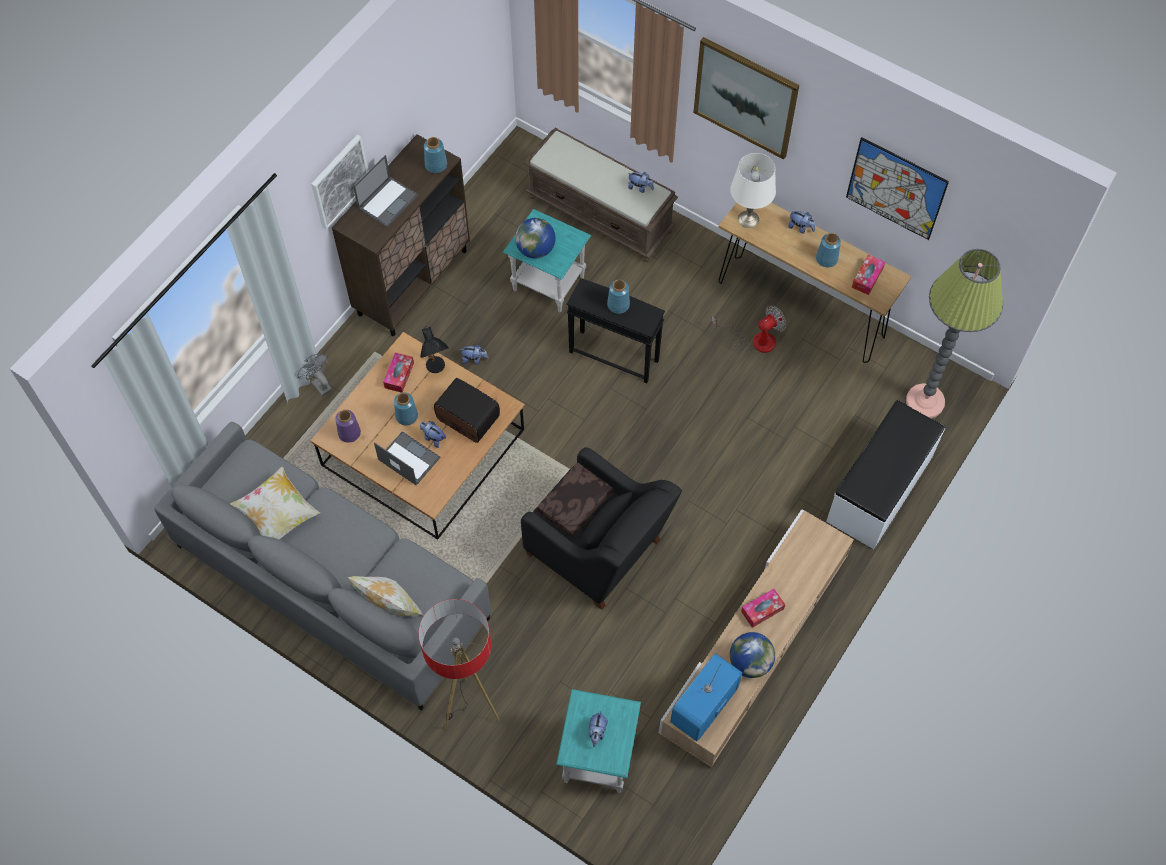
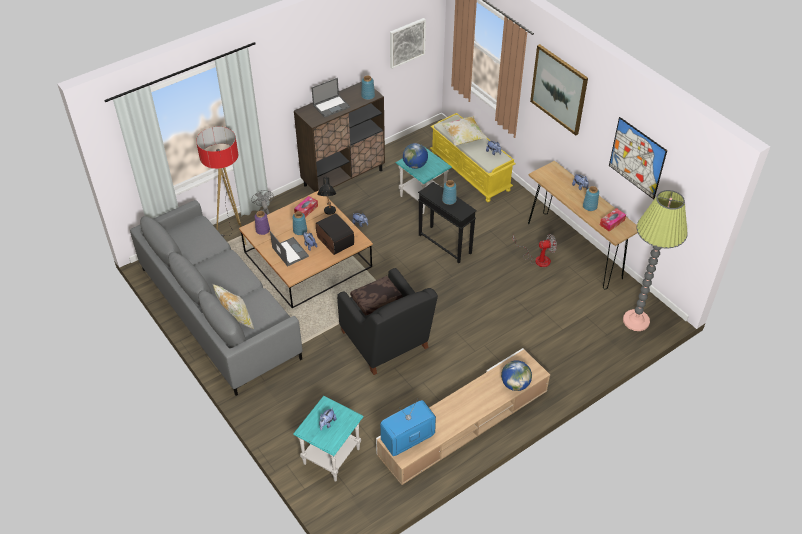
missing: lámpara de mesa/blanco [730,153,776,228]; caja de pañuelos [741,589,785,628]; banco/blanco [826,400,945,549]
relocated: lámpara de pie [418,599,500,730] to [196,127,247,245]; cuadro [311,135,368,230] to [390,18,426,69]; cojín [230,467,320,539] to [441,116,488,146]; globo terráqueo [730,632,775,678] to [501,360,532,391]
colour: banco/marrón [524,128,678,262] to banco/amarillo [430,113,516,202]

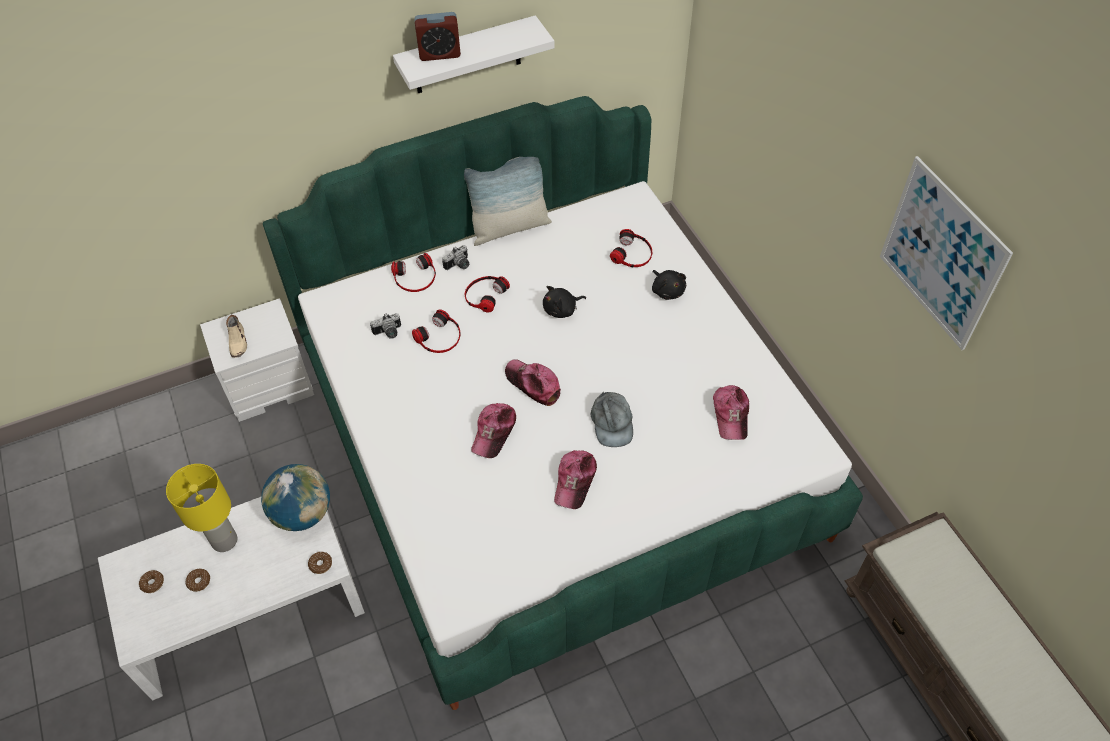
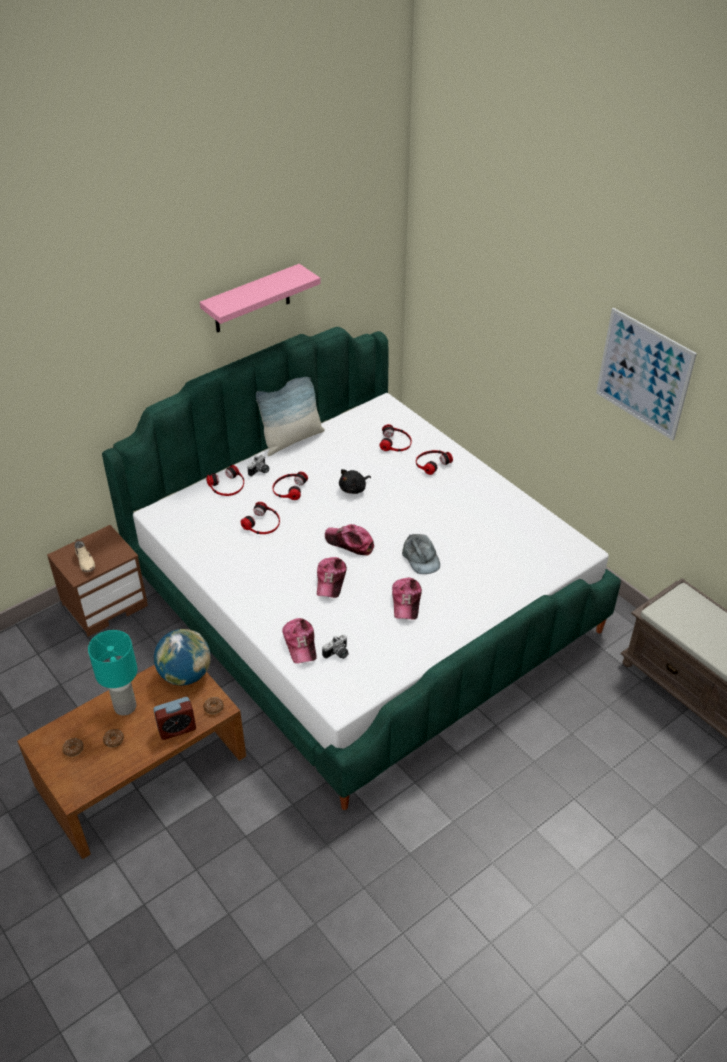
relocated: despertador [414,12,461,61] to [153,697,196,740]; gorra [713,385,749,440] to [282,618,317,664]; cámara [370,313,401,339] to [322,634,349,659]
exchanged: peluche/negro [652,270,686,300] to auriculares [416,450,453,475]
colour: mesa de centro/blanco [98,497,365,700] to mesa de centro/marrón [17,665,246,859]; mesita de noche/blanco [200,298,314,422] to mesita de noche/marrón [47,525,148,637]; lámpara de mesa/amarillo [166,464,237,552] to lámpara de mesa/turquesa [88,630,137,715]; estante/blanco [393,15,554,93] to estante/rosa [200,264,321,333]

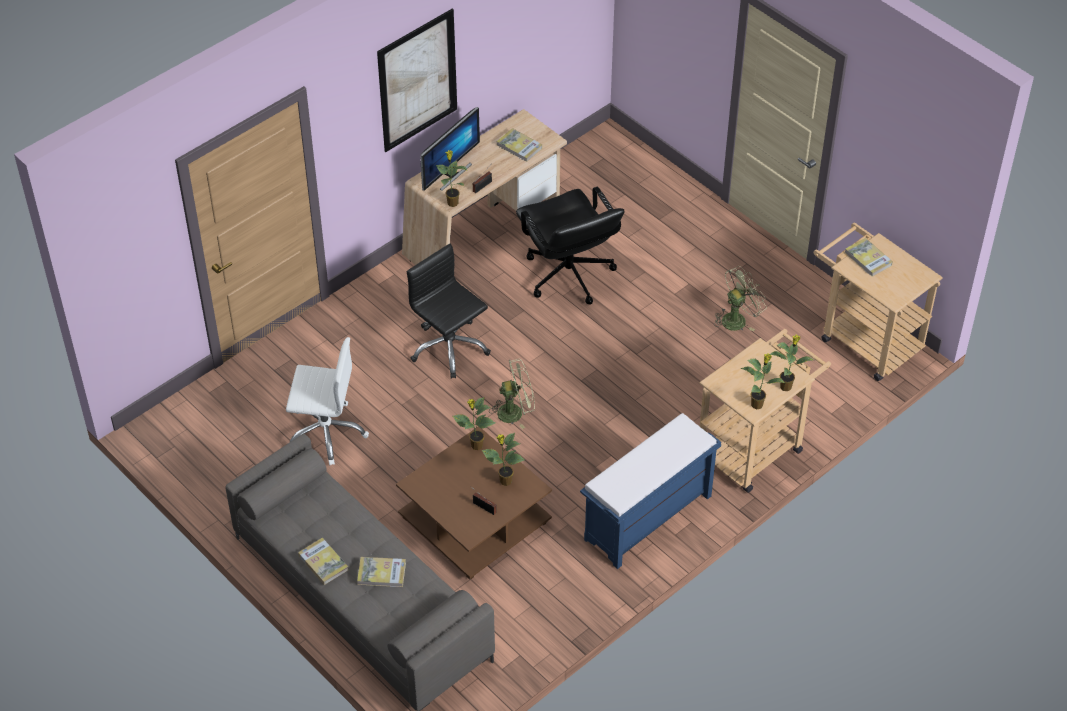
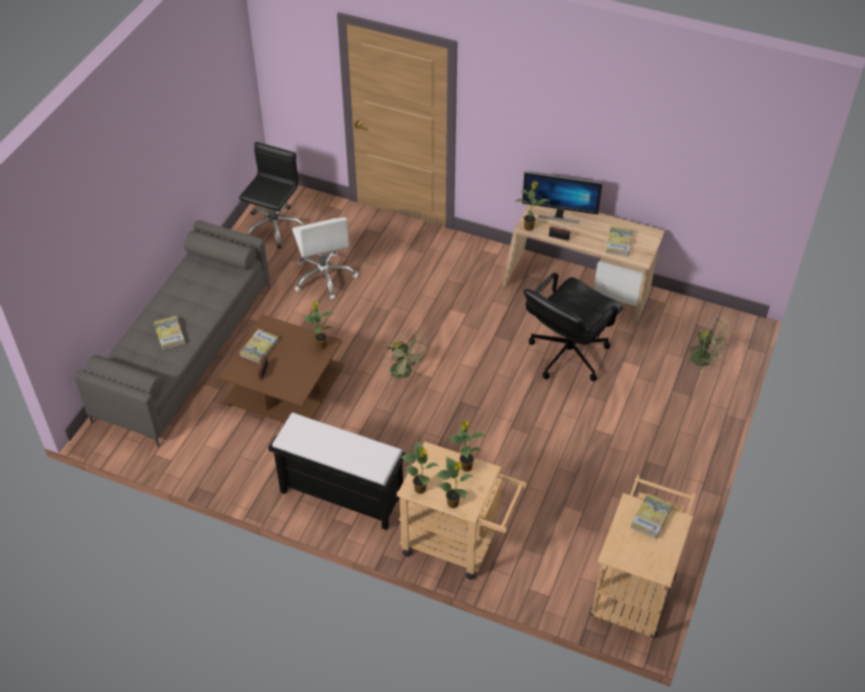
missing: cuadro [377,8,457,152]
relocated: silla de oficina/negro [407,243,491,379] to [239,142,304,249]; libro [298,538,348,585] to [239,329,279,364]; planta en maceta [482,433,525,486] to [449,421,485,472]; ventilador/verde [714,266,767,331] to [688,316,730,374]
colour: banco/azul [580,413,721,569] to banco/negro [268,412,407,530]

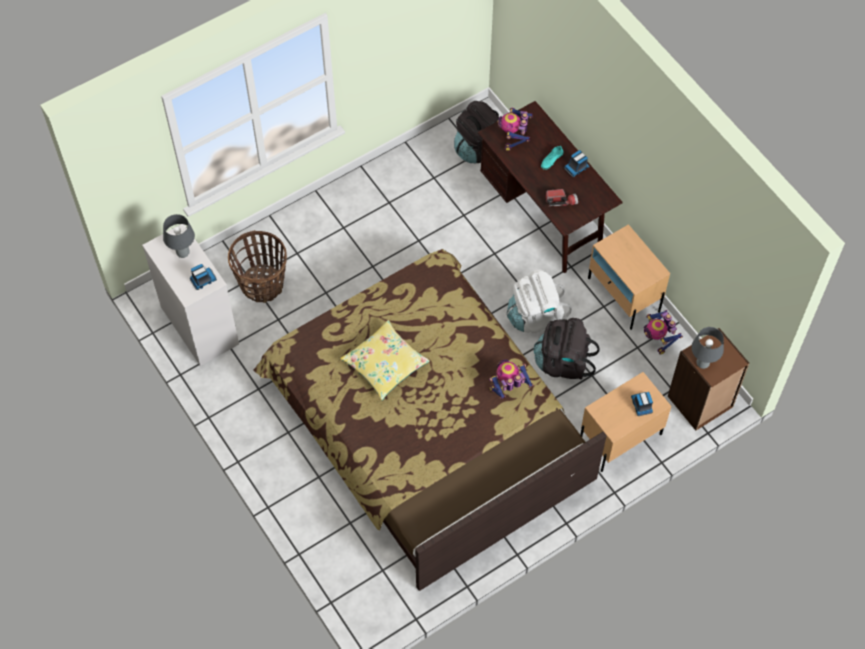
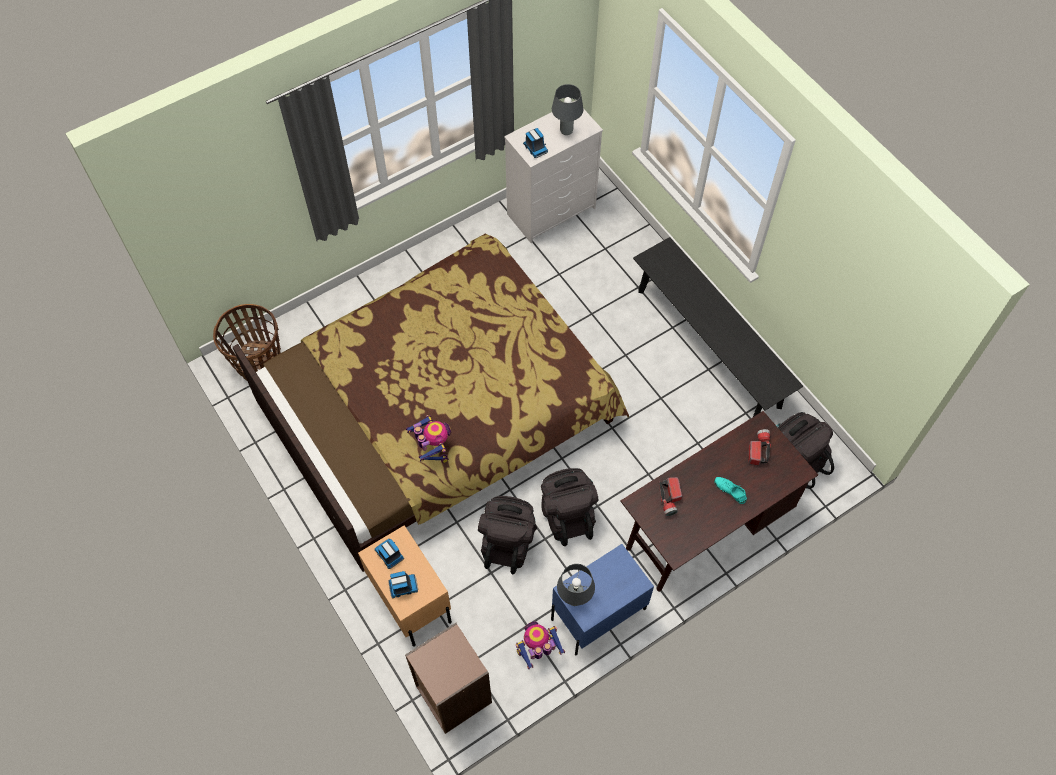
missing: cojín/amarillo [340,320,430,400]
appeared: banco/negro [633,237,803,417]
relocated: cesta [228,230,287,303] to [213,304,281,380]; camión de juguete [564,150,590,177] to [375,539,404,569]; lámpara de mesa/gris [691,327,724,369] to [557,564,595,606]
exchanged: robot de juguete [497,108,533,151] to linterna [748,429,771,465]
colour: mochila/blanco [507,270,572,333] to mochila/negro [541,468,598,546]; mesita de noche/beis [588,224,670,330] to mesita de noche/azul [551,544,654,655]

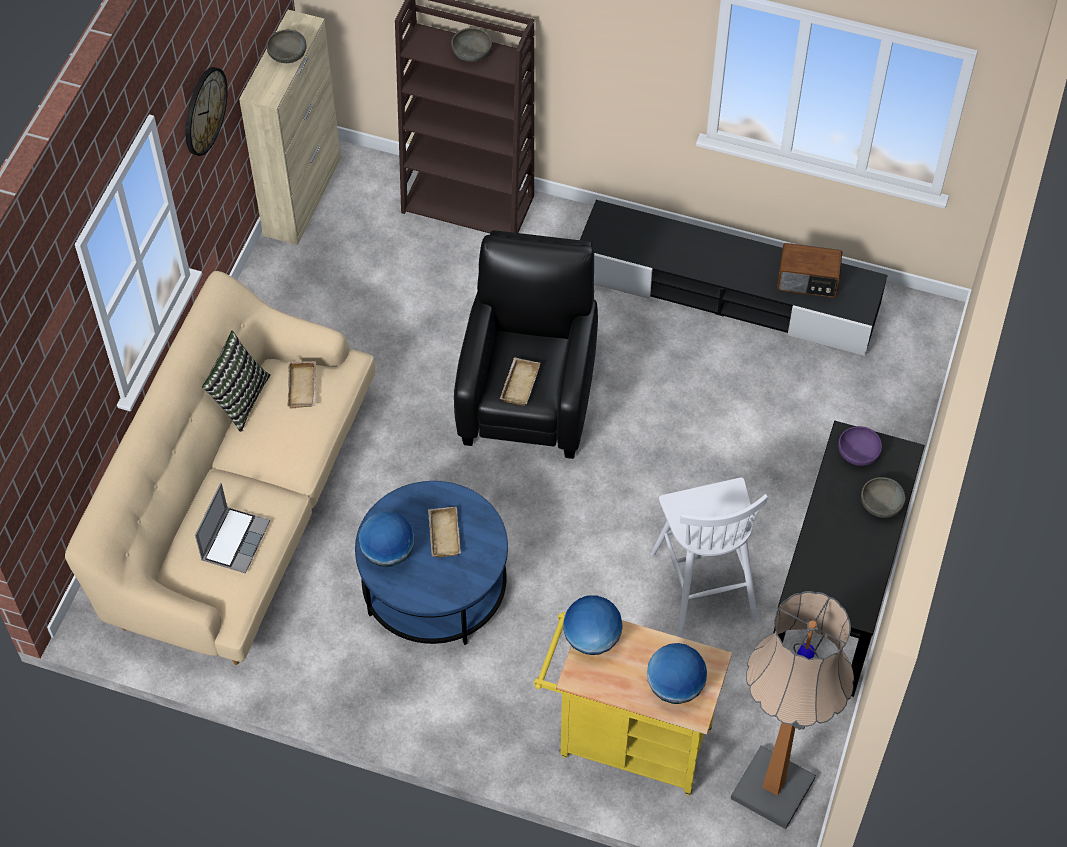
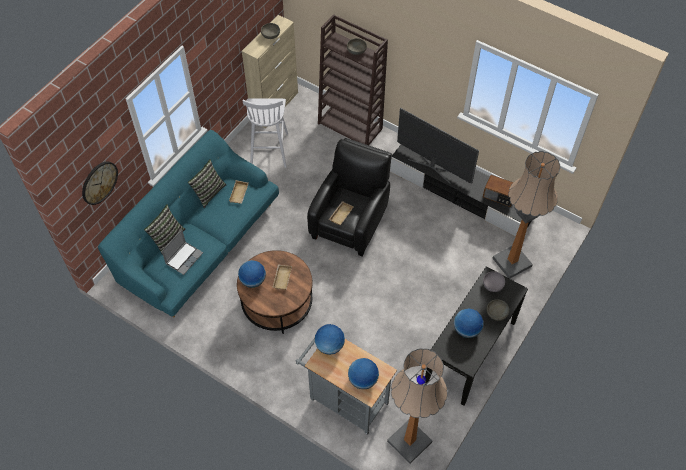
appeared: cojín [144,204,185,255]; televisor [397,108,479,184]; globo terráqueo [454,308,484,338]; lámpara de pie [492,151,560,279]
relocated: reloj de pared [185,67,228,156] to [82,161,118,205]; taburete/blanco [650,477,768,638] to [243,98,288,168]
colour: sofá/beis [65,271,376,665] to sofá/turquesa [98,130,279,318]; mesa de centro/azul [355,481,508,645] to mesa de centro/marrón [237,250,313,334]; carrito/amarillo [534,612,732,796] to carrito/gris [296,338,397,435]; cuenco/morado [838,426,882,466] to cuenco/gris [483,271,505,292]

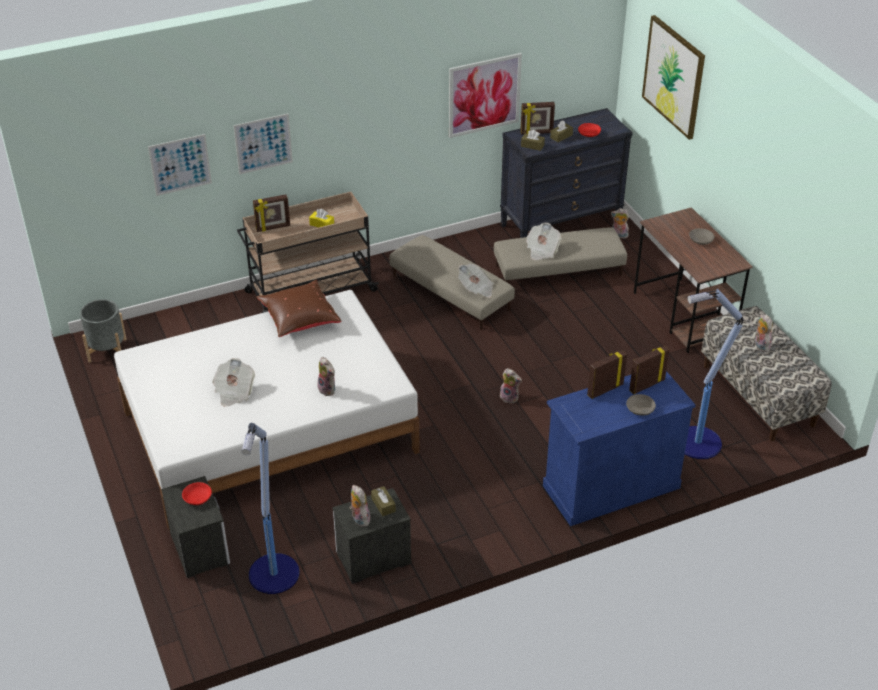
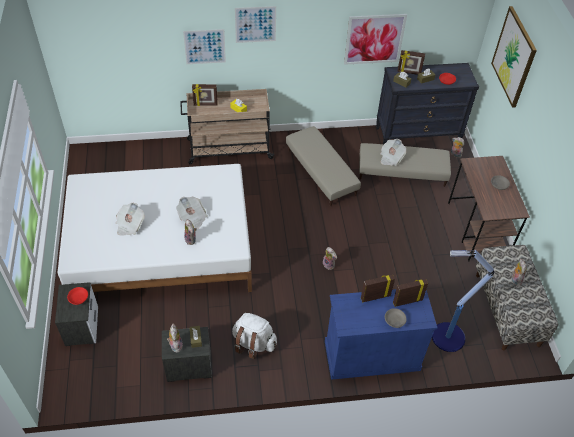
missing: maceta/gris [80,299,127,363]; lámpara de pie [241,423,300,594]; cojín/marrón [256,280,341,337]
appeared: mochila/blanco [232,313,277,359]
relocated: periódico [458,264,494,298] to [176,197,208,229]; cuadro [148,134,212,196] to [235,6,276,43]

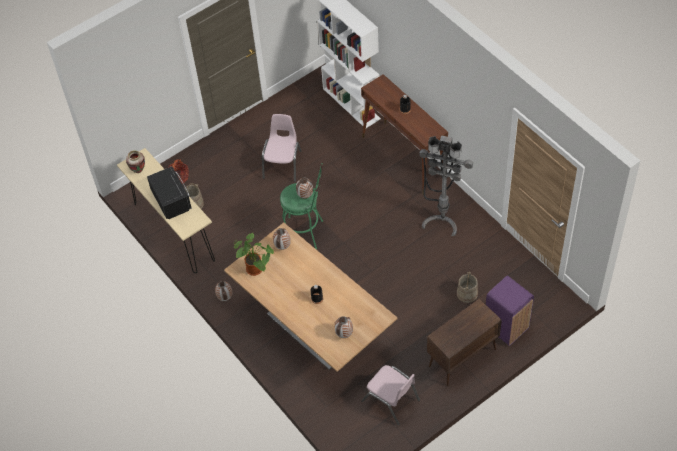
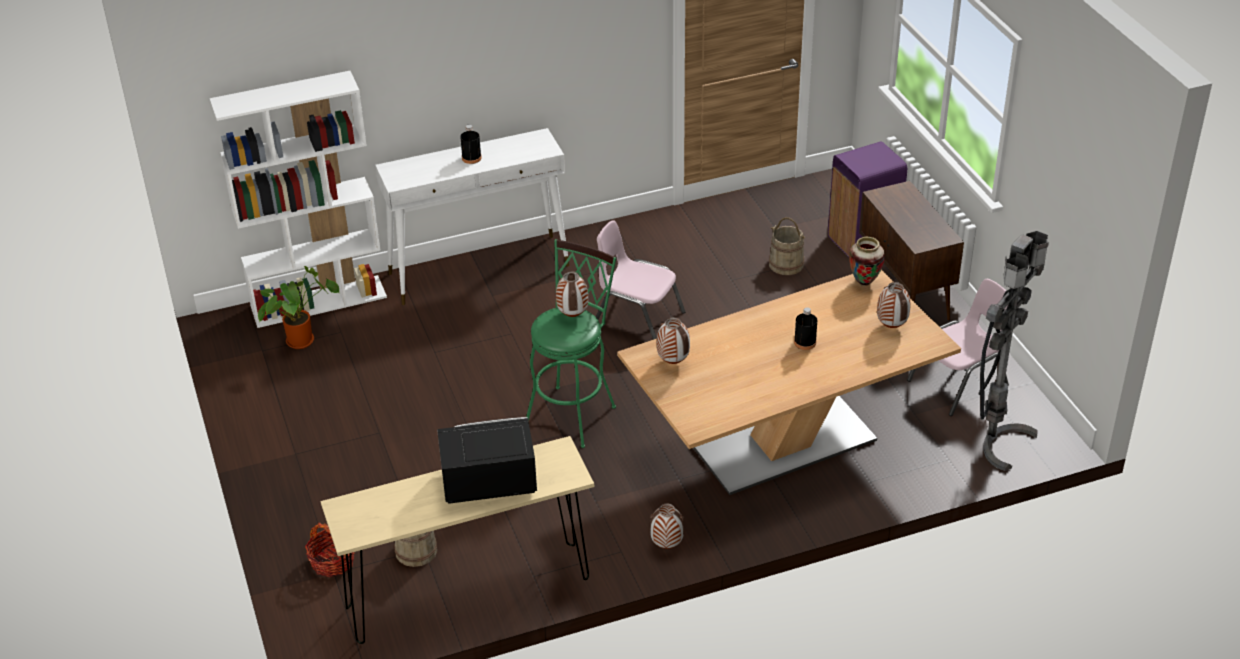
relocated: planta en maceta [233,233,274,276] to [258,266,339,349]; silla/rosa [262,114,301,182] to [596,220,685,340]; florero [126,150,145,173] to [849,237,885,286]; lámpara de pie/gris [420,135,473,236] to [979,231,1049,471]
colour: mesa consola/marrón [361,74,448,195] to mesa consola/blanco [375,128,569,305]

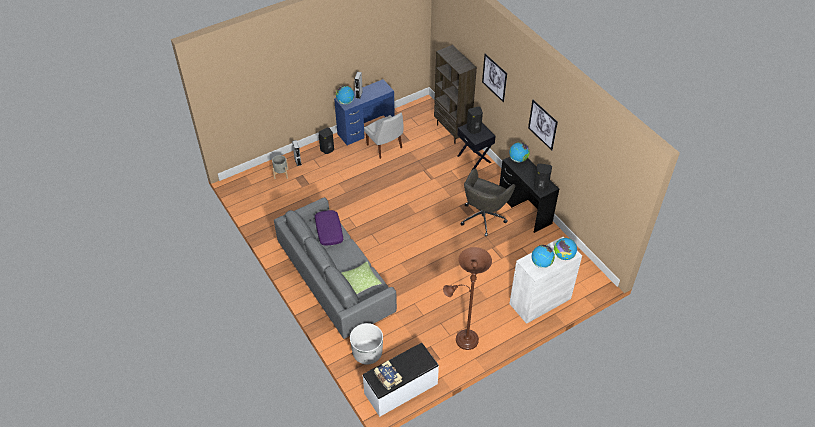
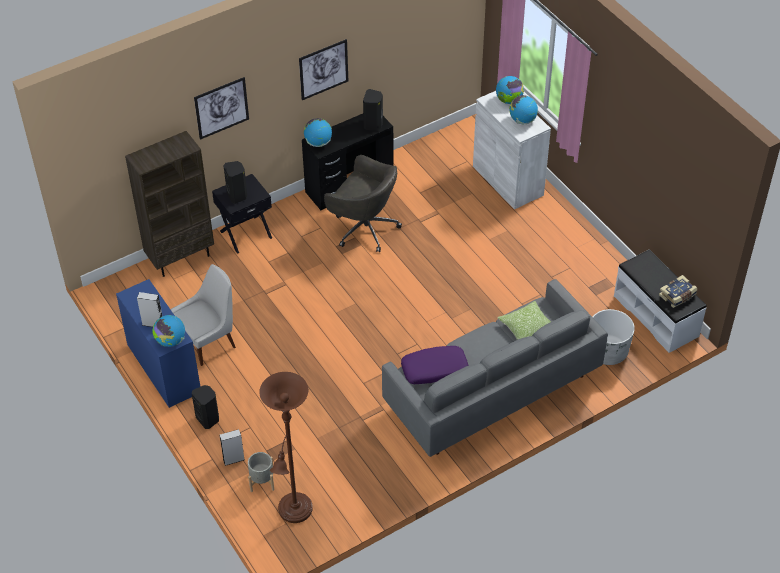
relocated: lámpara de pie/marrón [443,247,492,350] to [259,372,313,523]

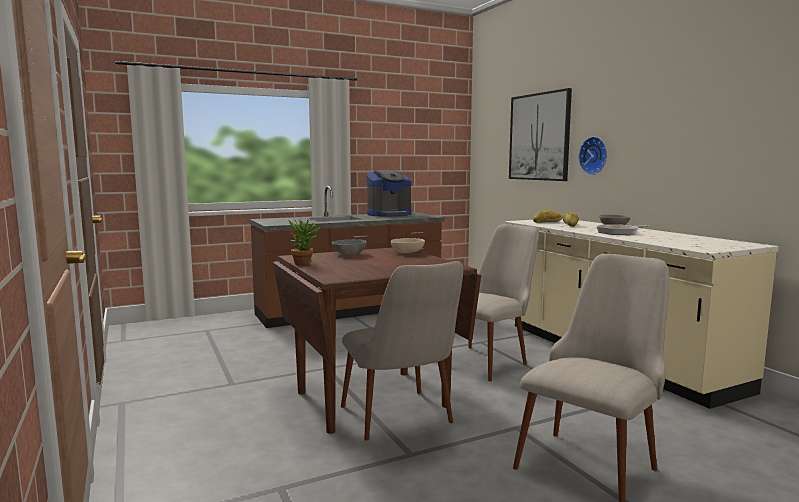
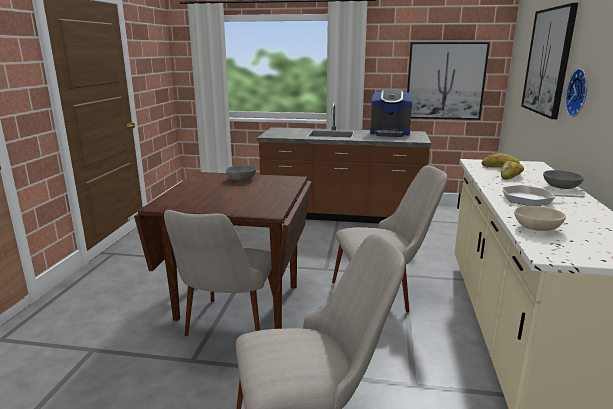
missing: planta en maceta [288,219,324,265]
appeared: cuadro [407,42,490,120]
relocated: cuenco/beis [390,238,425,253] to [514,206,566,231]

